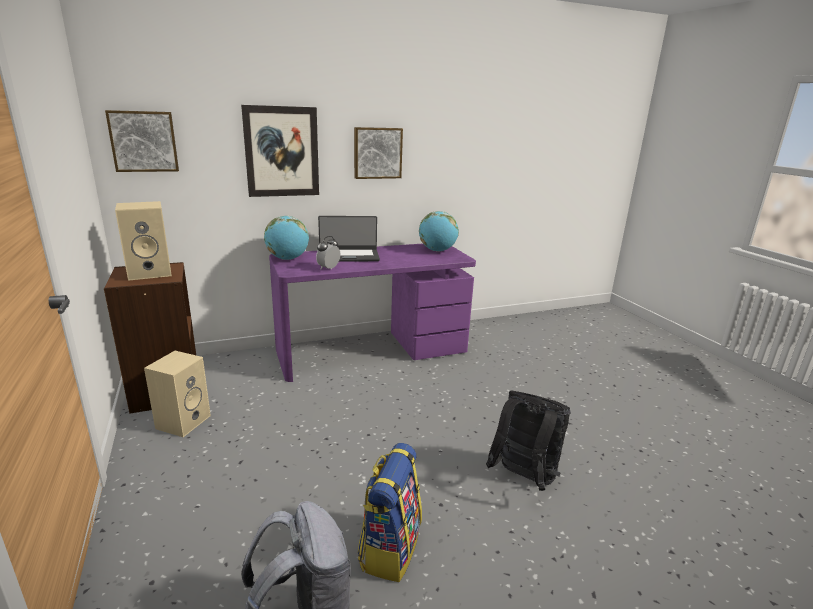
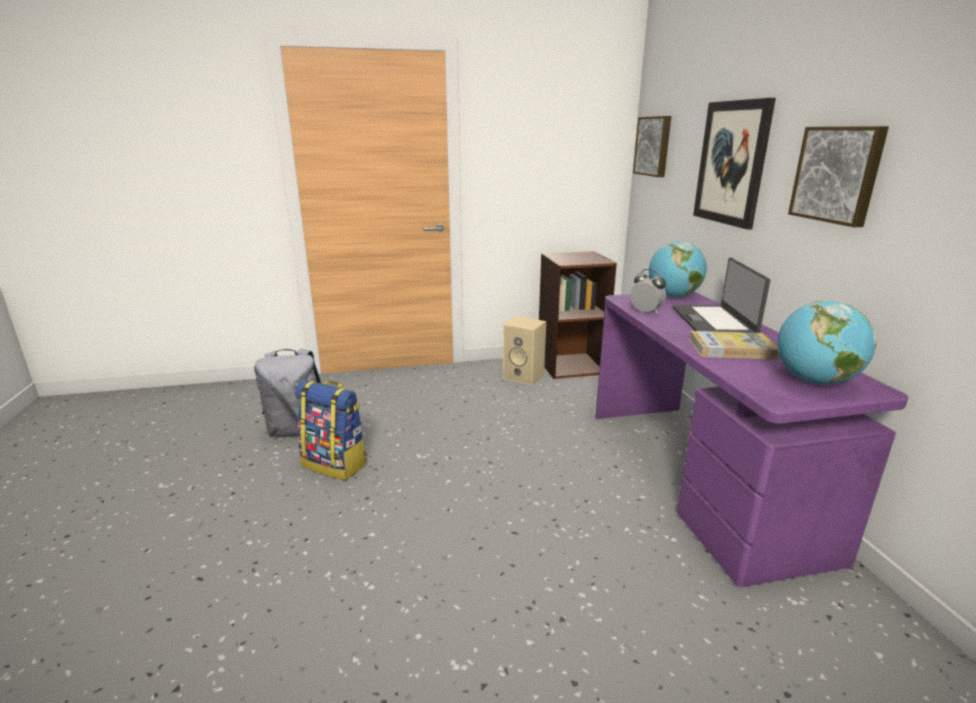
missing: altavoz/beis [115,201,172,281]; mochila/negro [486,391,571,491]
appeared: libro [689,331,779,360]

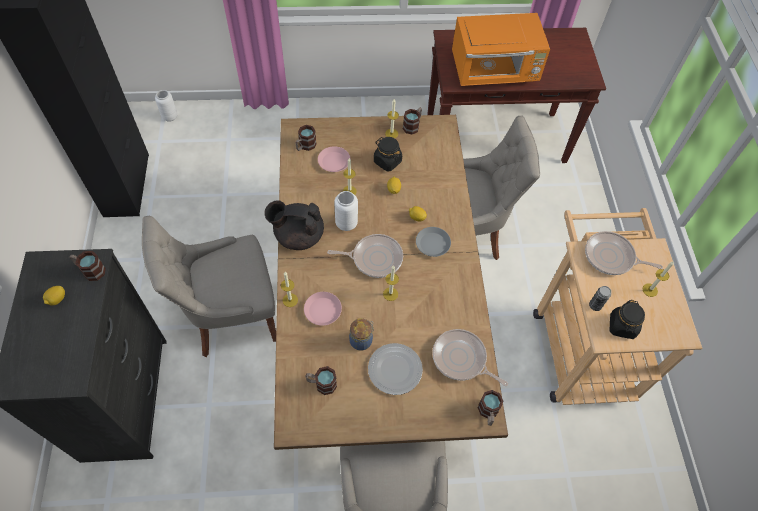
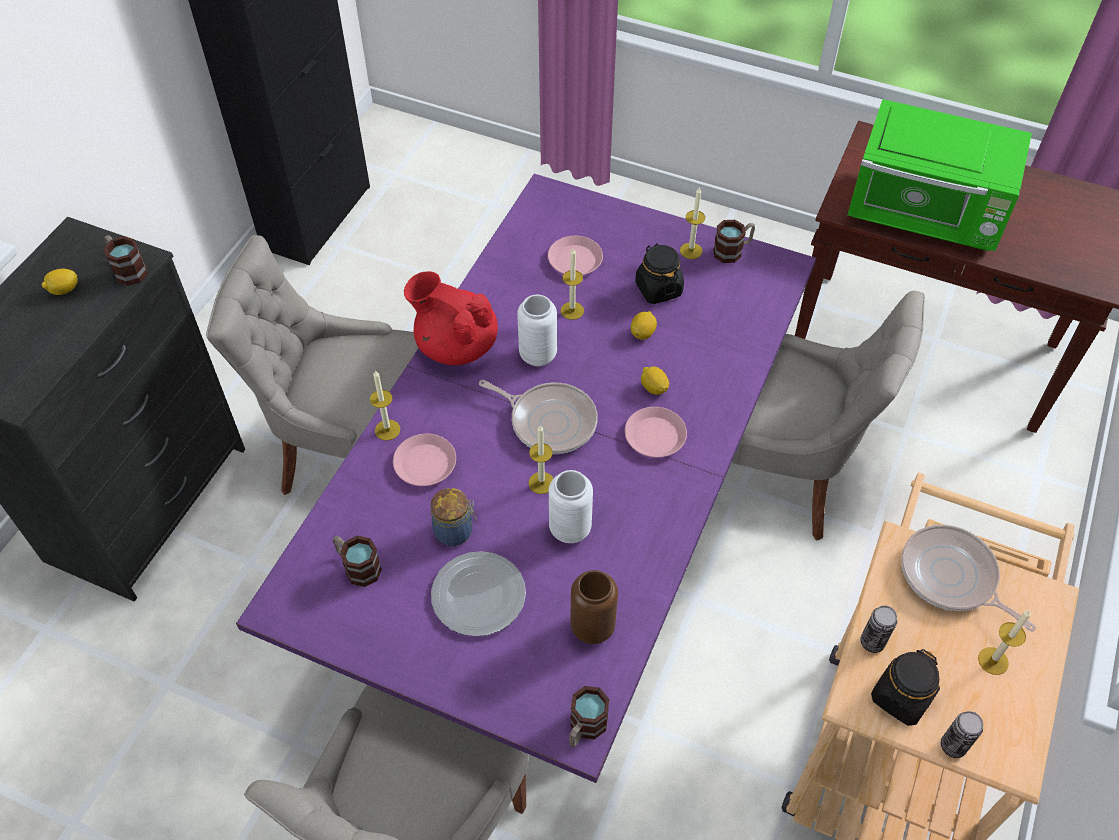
missing: taza grande [296,125,317,151]
appeared: lata [941,711,983,758]
relocated: florero/blanco [155,90,177,122] to [549,470,593,543]
exchanged: sartén [432,329,508,386] to florero/marrón [570,570,618,644]
colour: mesa de comedor/marrón [274,115,508,450] to mesa de comedor/morado [236,174,816,783]; tetera/negro [265,200,324,250] to tetera/rojo [404,271,498,365]; plato/gris [416,227,451,257] to plato/rosa [625,407,687,457]; microondas/naranja [452,13,550,86] to microondas/verde [848,99,1032,251]

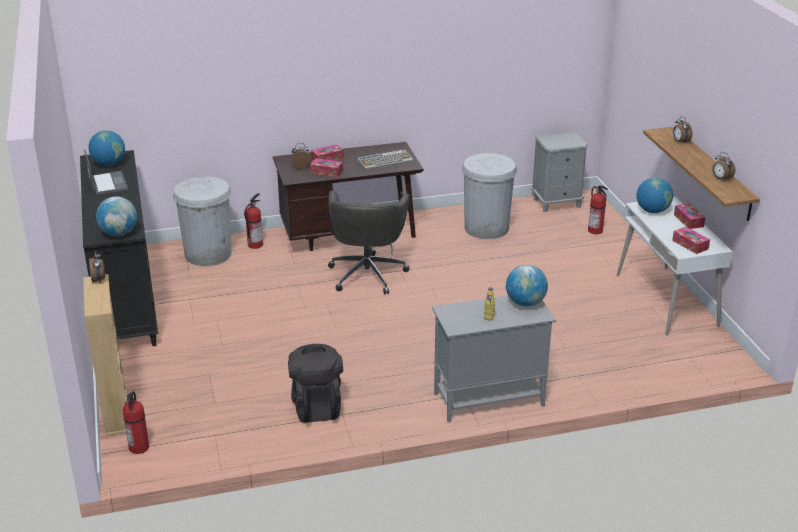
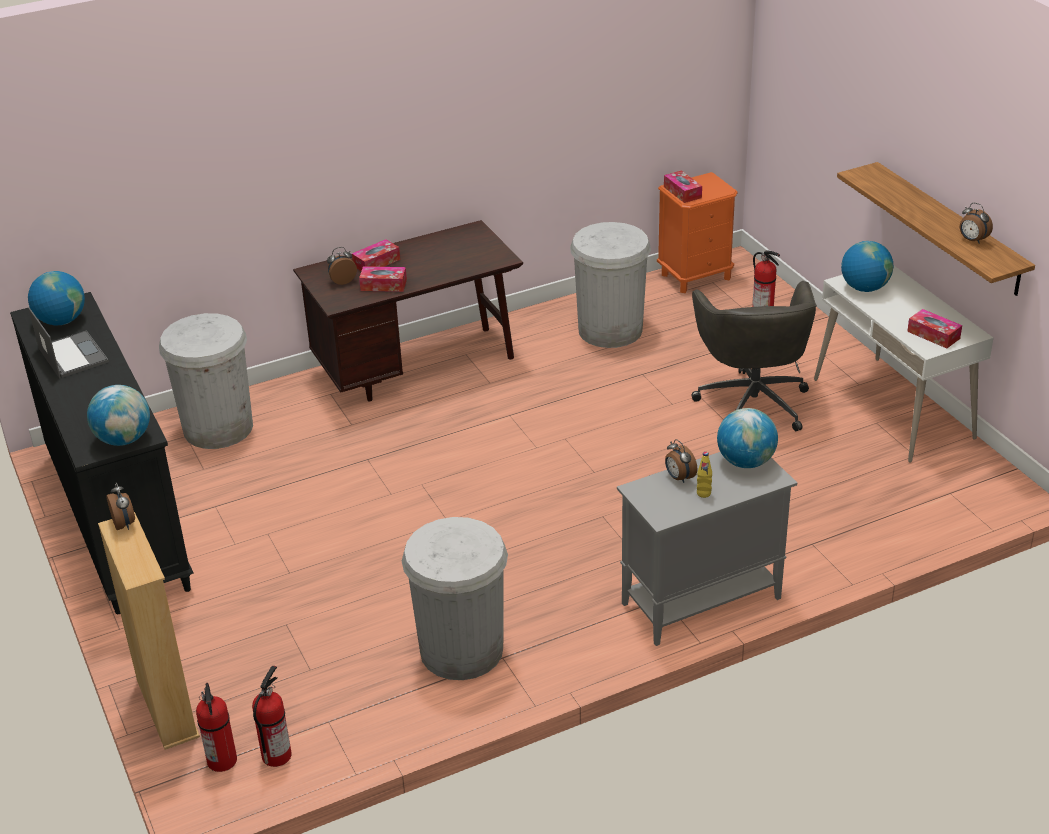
missing: teclado [357,149,413,170]
relocated: extintor [244,193,263,249] to [252,666,292,767]; caja de pañuelos [674,203,705,229] to [664,170,702,203]; despertador [673,116,693,143] to [665,439,697,483]; silla de oficina/gris [328,190,409,294] to [692,281,817,431]
exchanged: mochila/negro [288,344,343,423] to papelera/blanco [402,517,508,680]
colour: mesita de noche/gris [531,132,588,212] to mesita de noche/naranja [657,172,738,293]

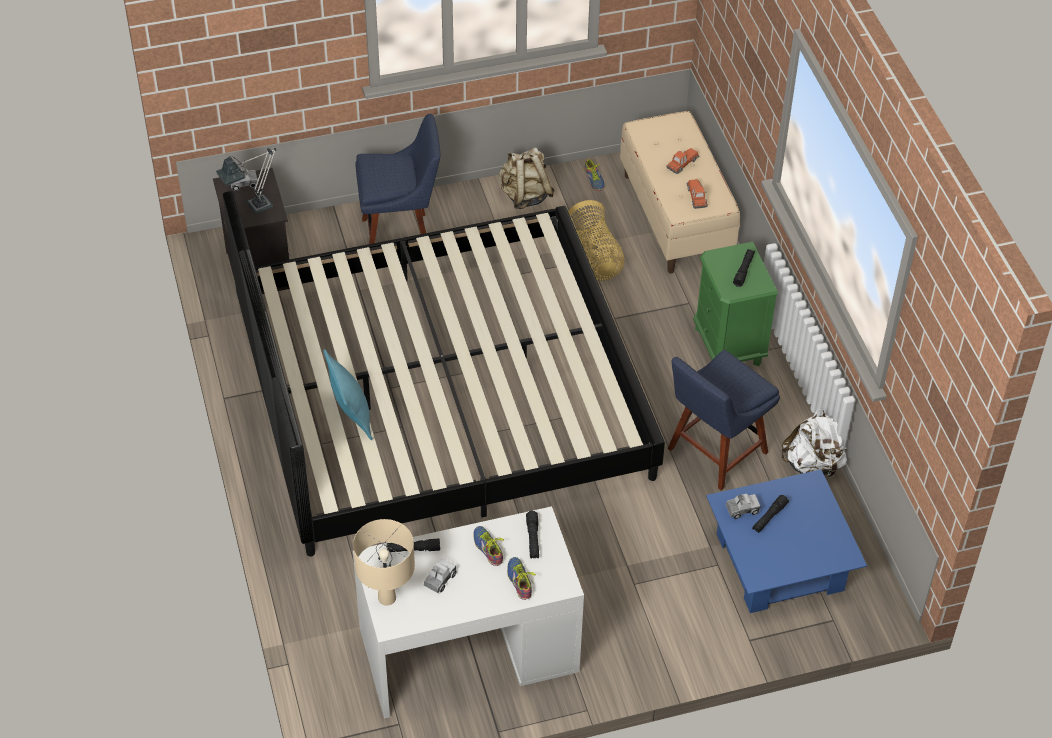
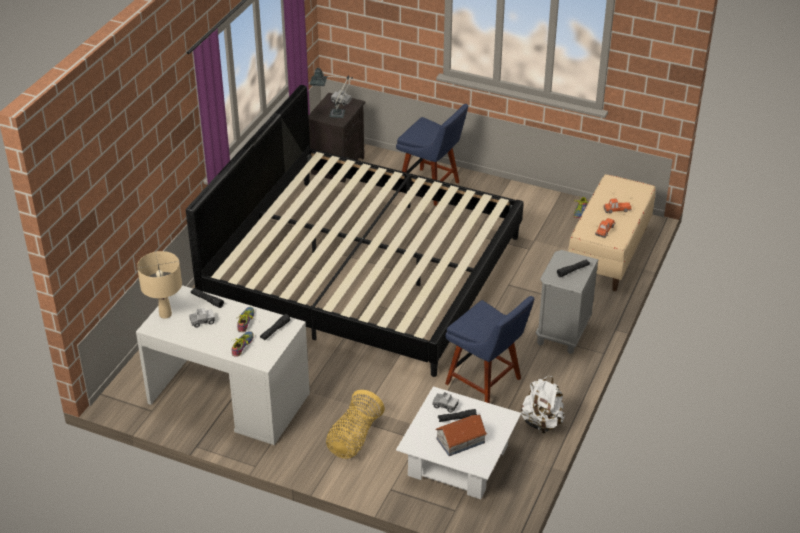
missing: cojín/turquesa [323,349,373,440]; mochila/beis [499,147,555,209]
appeared: casita [435,415,487,456]
relocated: cesta [568,200,625,281] to [326,390,385,459]
colour: mesa de centro/azul [706,469,867,613] to mesa de centro/blanco [396,387,521,499]; mesita de noche/verde [693,242,778,367] to mesita de noche/gris [536,250,598,354]
spun: silla/azul [668,350,780,490] = [445,296,534,403] 135 degrees counterclockwise

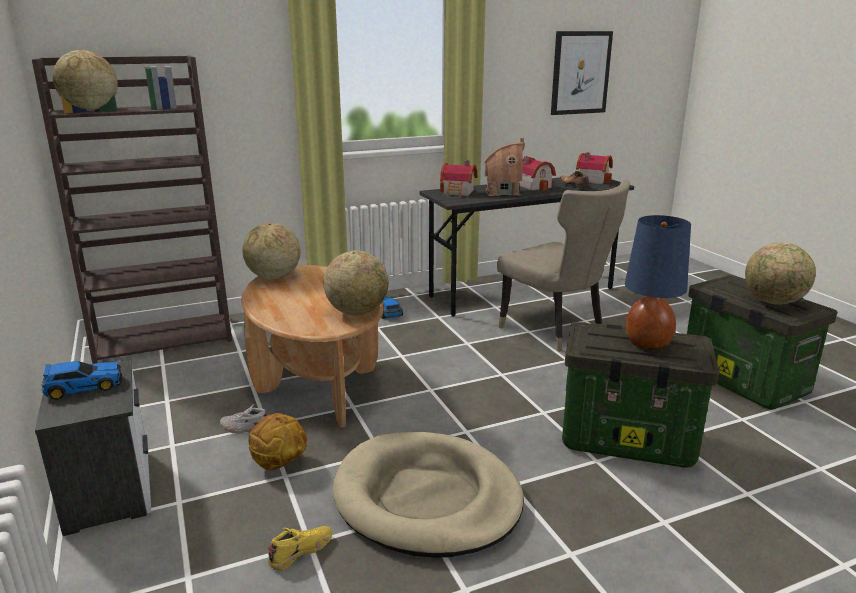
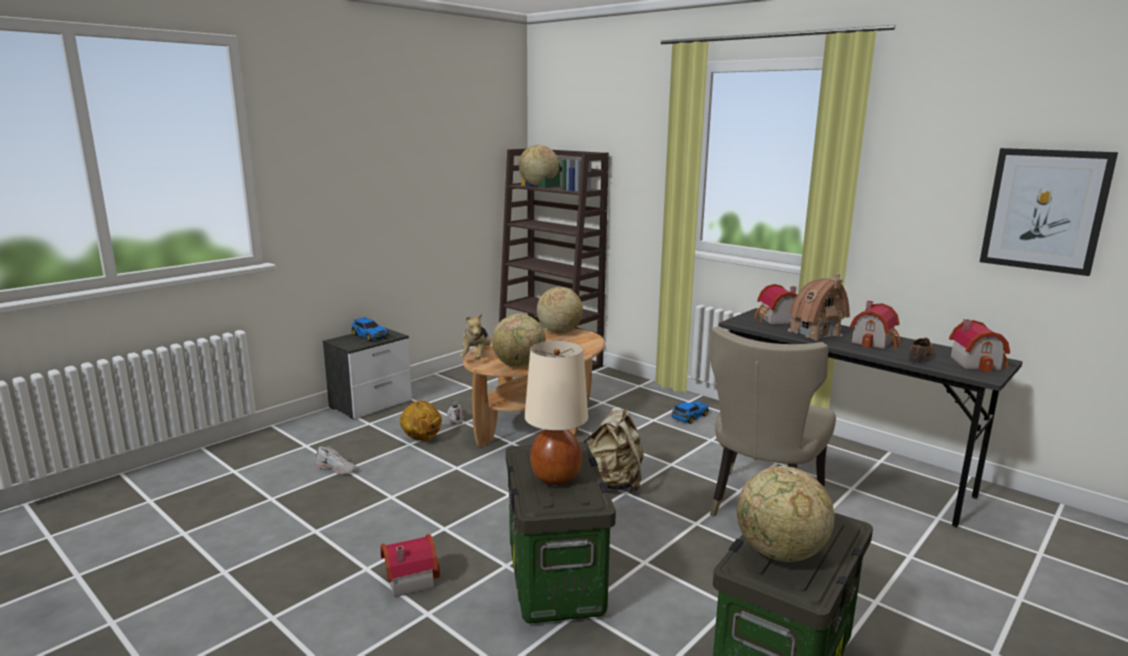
missing: cama para perro/beis [333,432,524,558]
appeared: casita [380,534,440,597]; peluche [460,313,491,359]; mochila/beis [582,407,644,494]
colour: zapato/amarillo [268,526,332,571] to zapato/blanco [316,446,356,474]; lámpara de mesa/azul [625,215,691,350] to lámpara de mesa/beis [525,341,588,485]

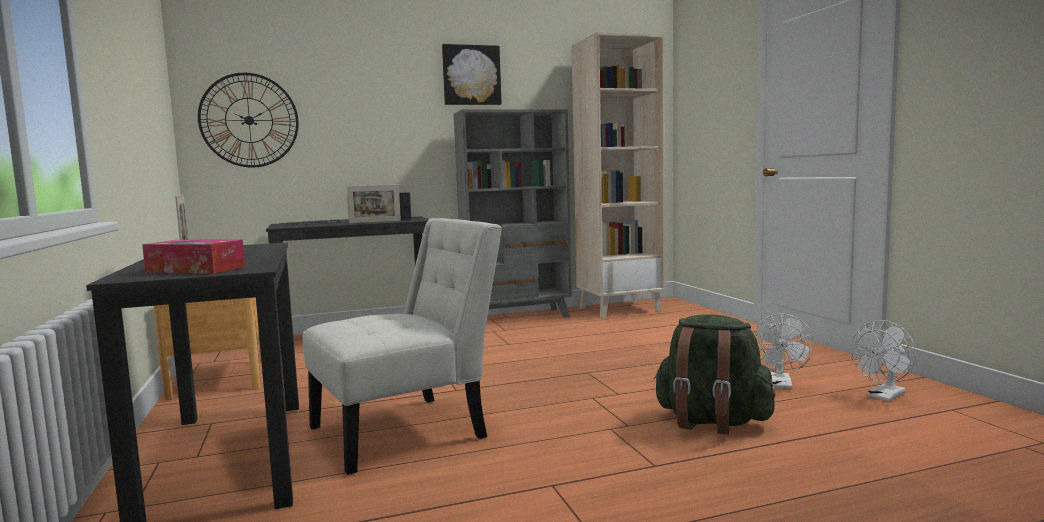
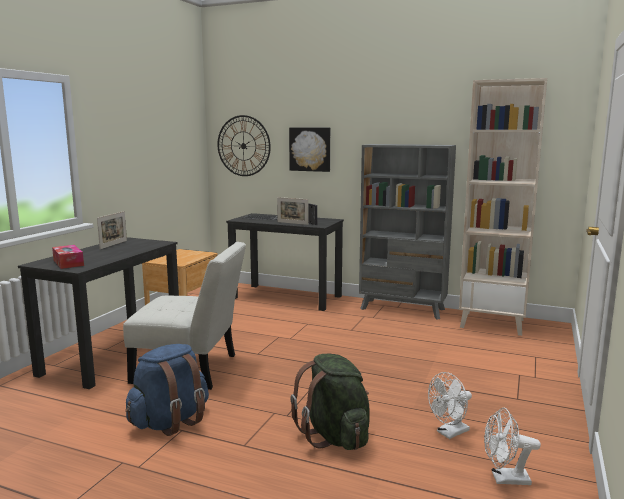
appeared: mochila/azul [125,344,209,436]
relocated: cuadro [442,44,502,105] to [289,128,330,172]

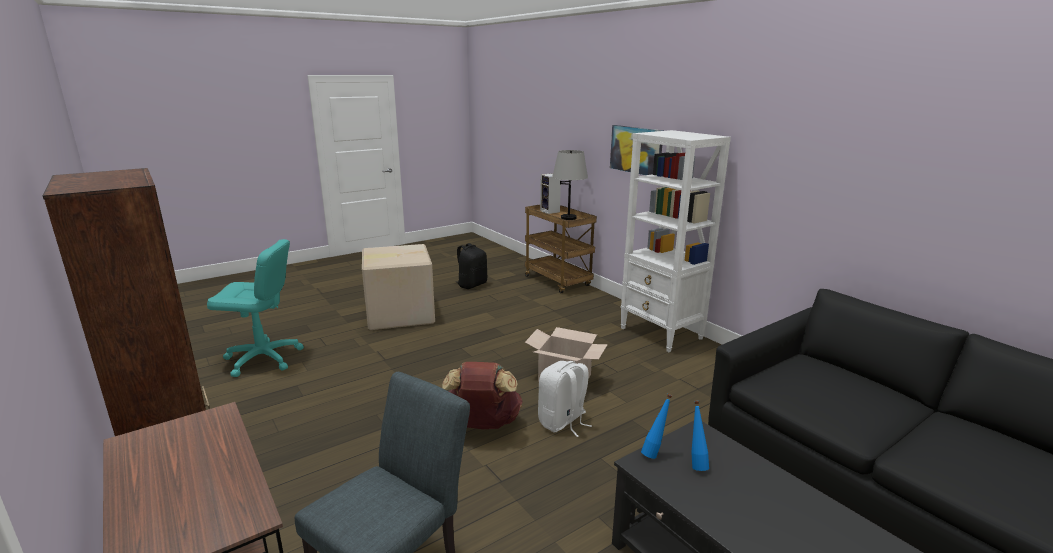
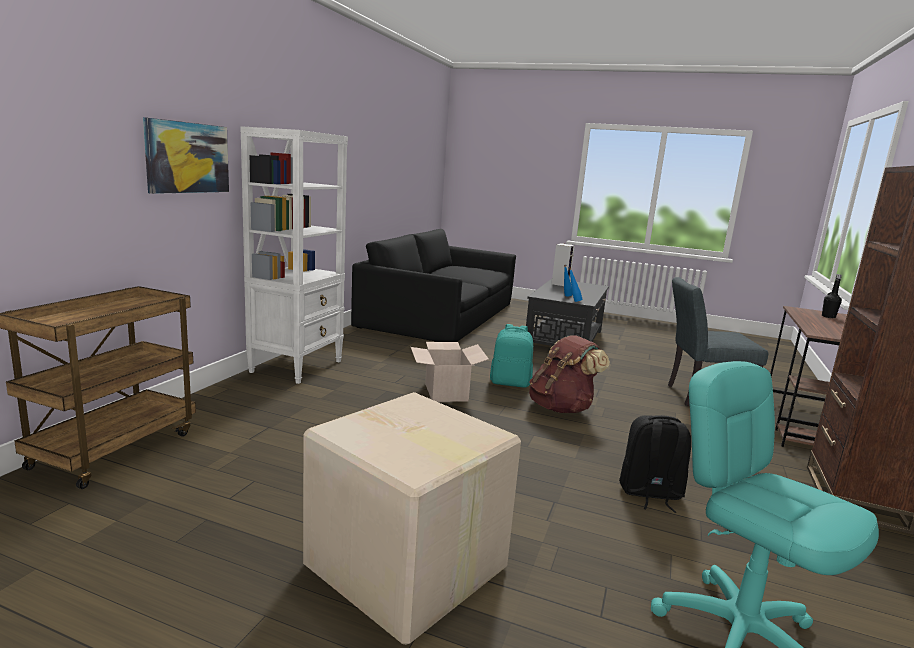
missing: lámpara de mesa/gris [552,150,588,220]
appeared: botella/negro [822,274,842,318]
relocated: altavoz [540,173,561,214] to [552,243,575,286]; mochila/negro [455,243,487,289] to [619,415,691,513]
colour: mochila/blanco [538,361,592,437] to mochila/turquesa [490,324,533,388]

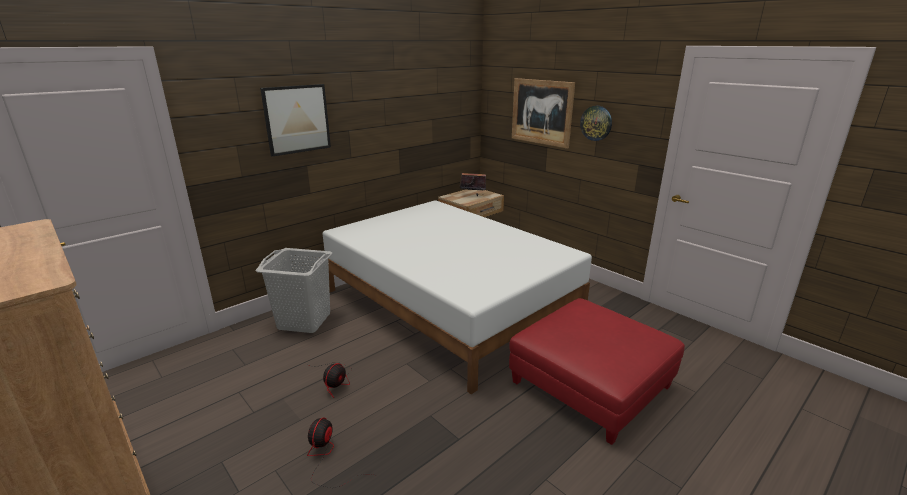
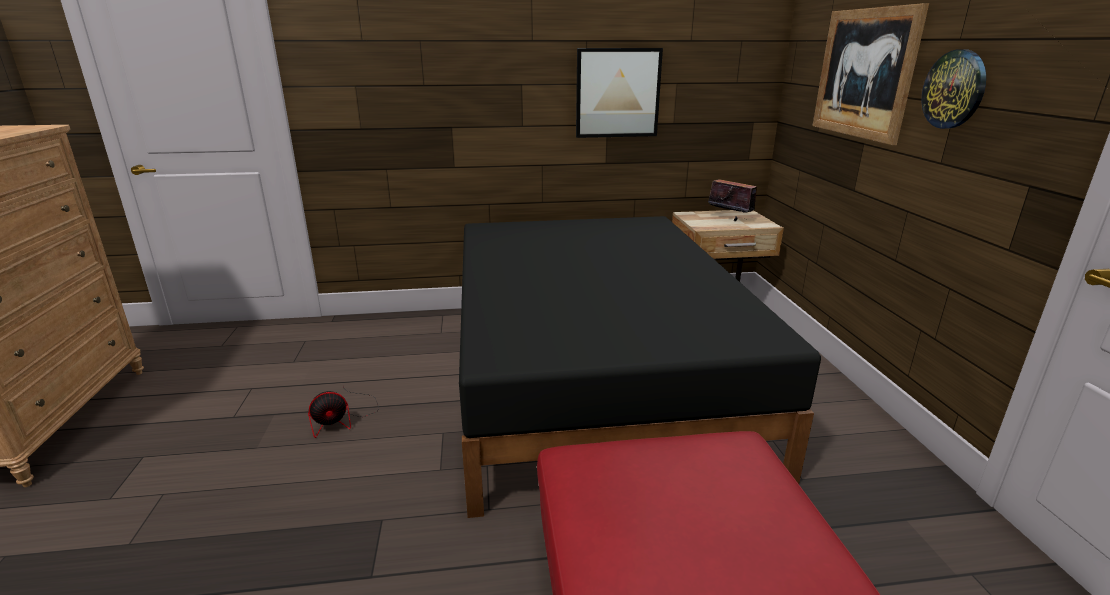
missing: cesto de la ropa/gris [256,248,332,333]; ventilador [307,417,378,488]
relocated: cuadro [260,84,331,157] to [576,48,663,138]
colour: cama/blanco [323,200,592,394] to cama/negro [459,216,821,518]

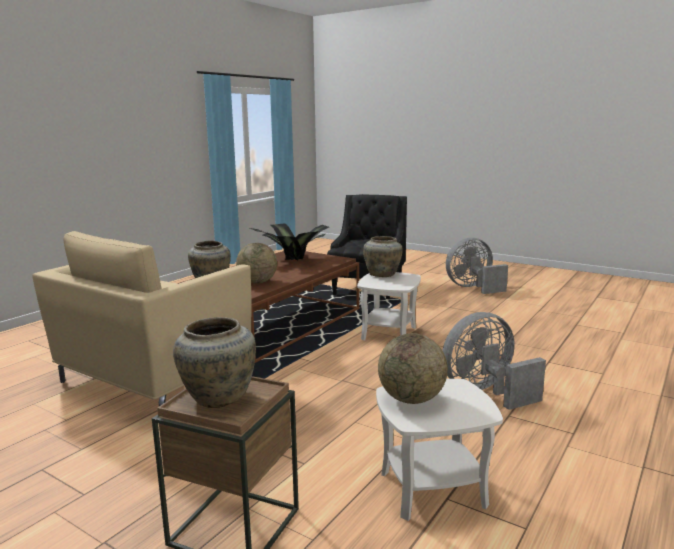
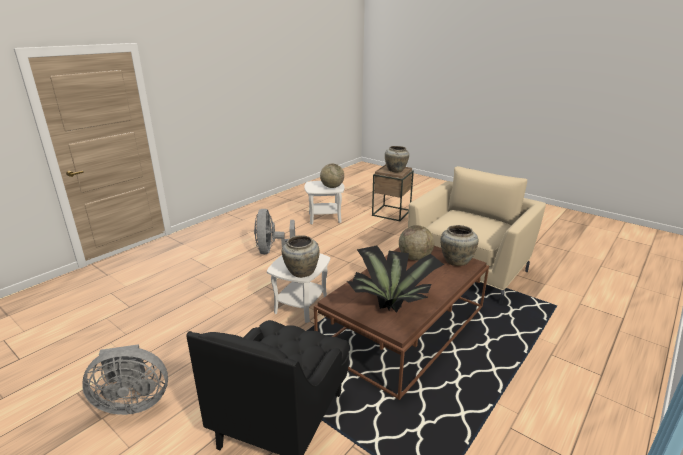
spun: ventilador/gris [442,312,546,410] = [254,209,295,254] 105 degrees clockwise

